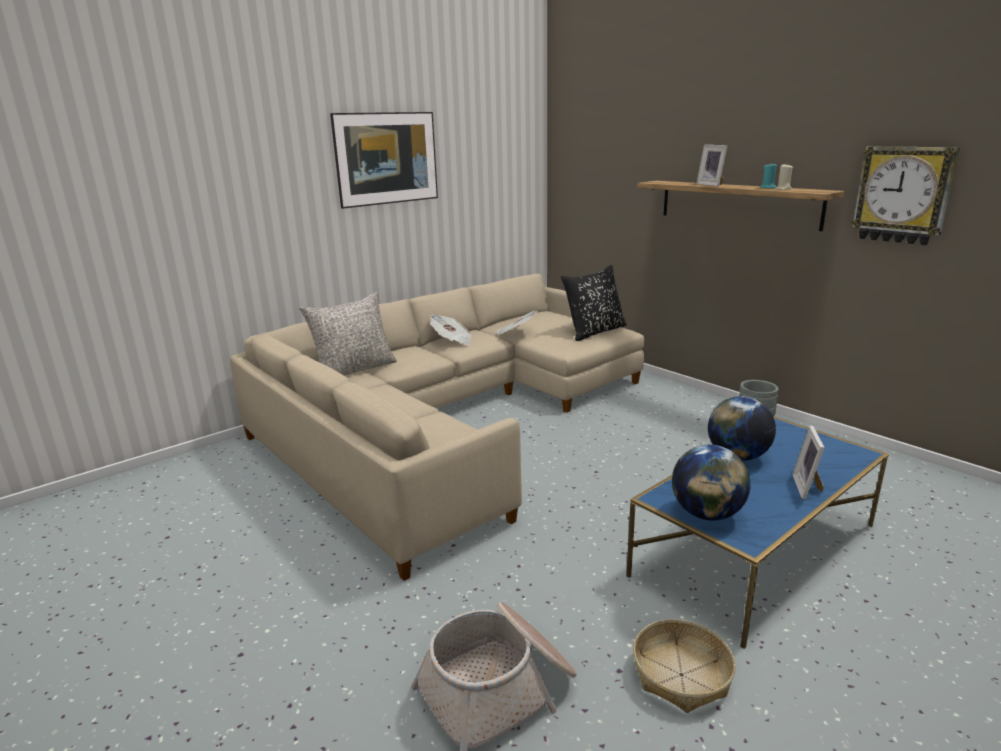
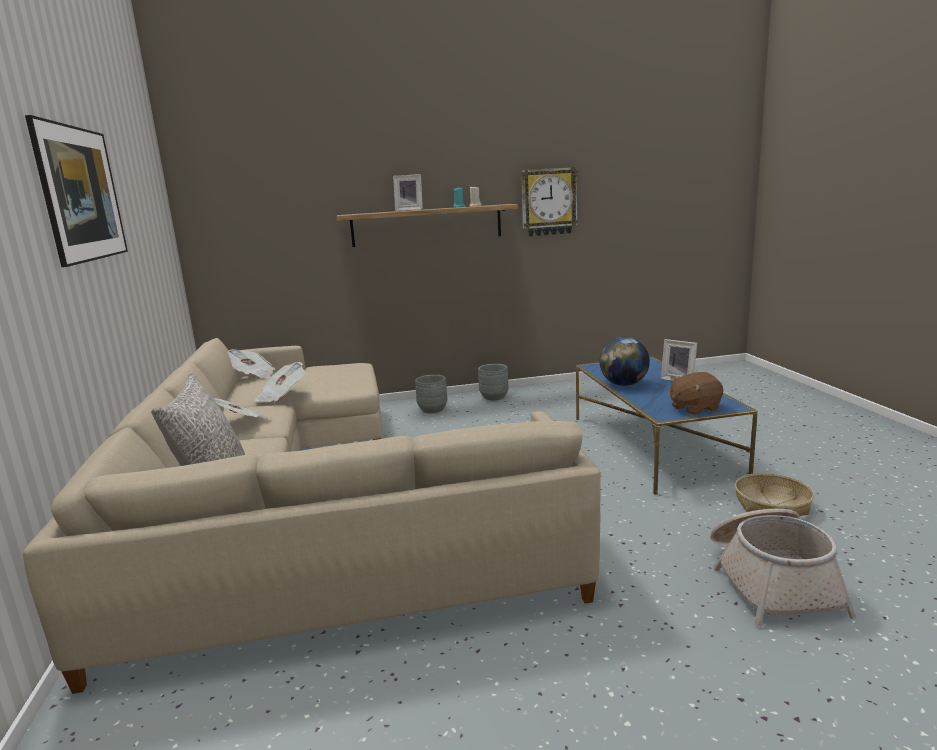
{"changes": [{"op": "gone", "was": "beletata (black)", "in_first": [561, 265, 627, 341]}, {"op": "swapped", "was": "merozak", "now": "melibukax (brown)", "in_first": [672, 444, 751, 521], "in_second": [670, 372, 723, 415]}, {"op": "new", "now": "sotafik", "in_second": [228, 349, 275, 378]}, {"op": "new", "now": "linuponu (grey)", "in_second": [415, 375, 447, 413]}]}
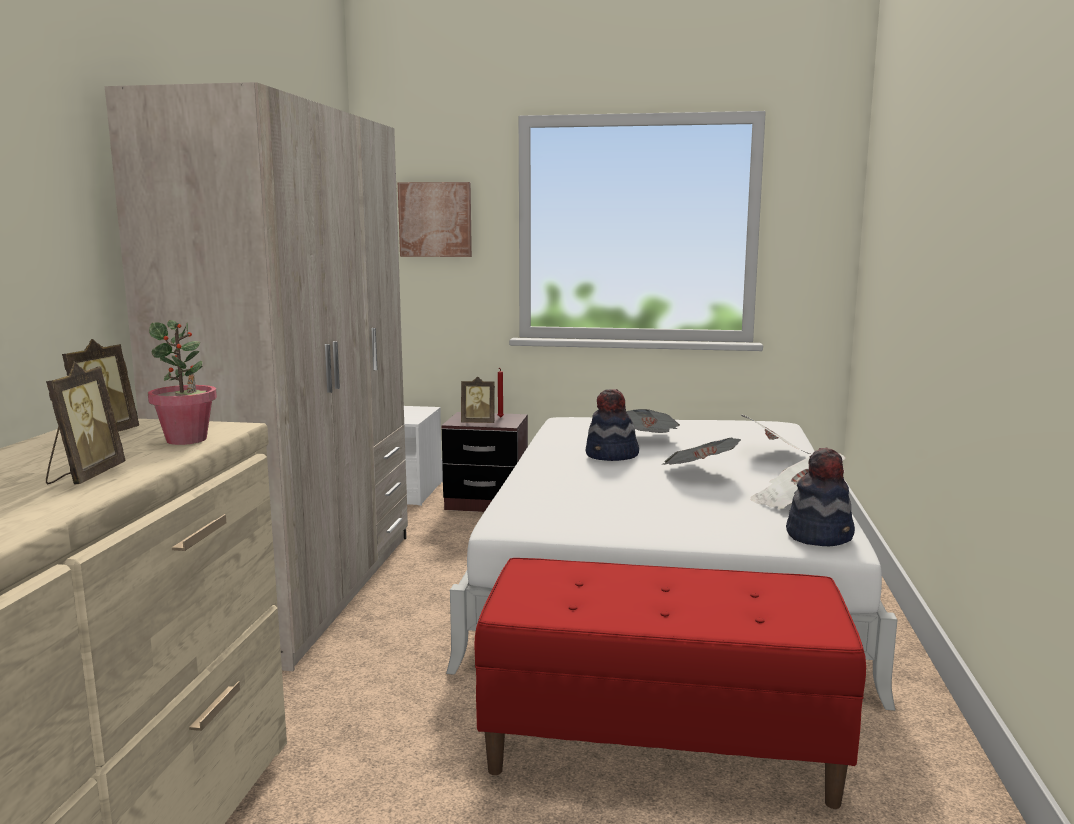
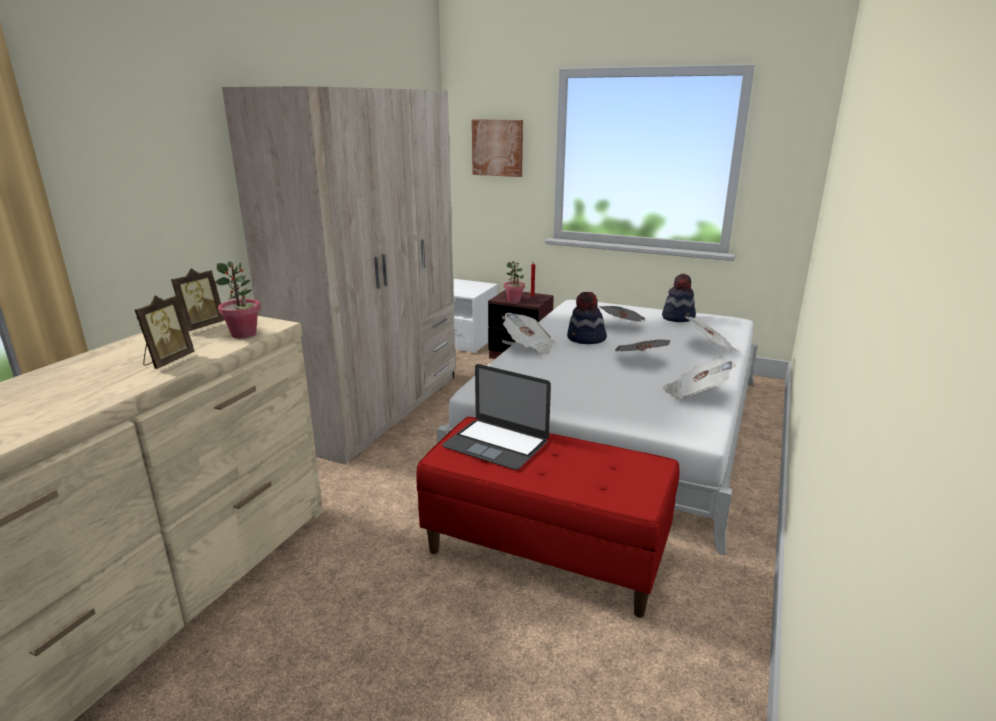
{"changes": [{"op": "swapped", "was": "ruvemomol", "now": "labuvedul", "in_first": [461, 377, 495, 423], "in_second": [504, 261, 525, 303]}, {"op": "shifted", "was": "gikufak", "in_first": [786, 448, 855, 546], "in_second": [662, 274, 696, 322]}, {"op": "new", "now": "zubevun", "in_second": [442, 364, 551, 470]}, {"op": "new", "now": "sotafik", "in_second": [503, 313, 555, 355]}]}
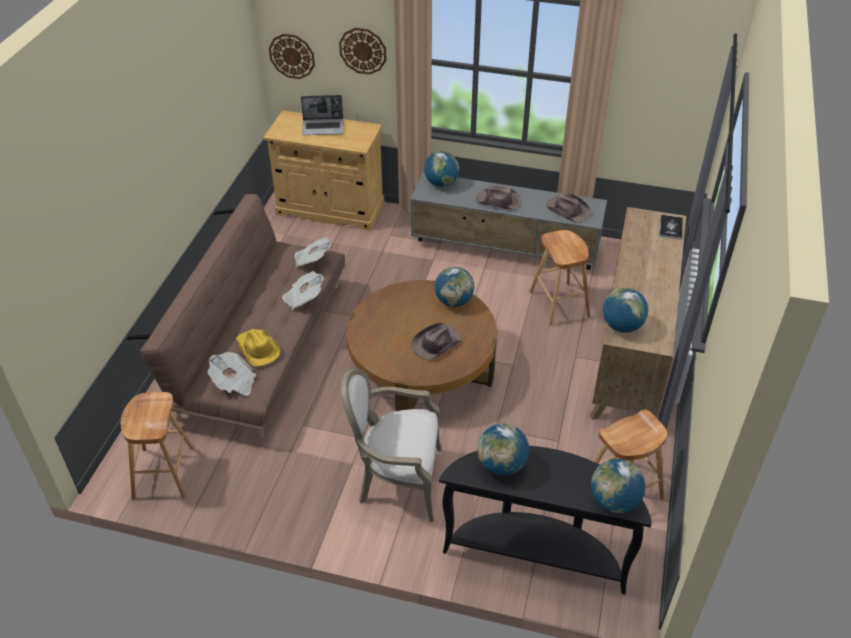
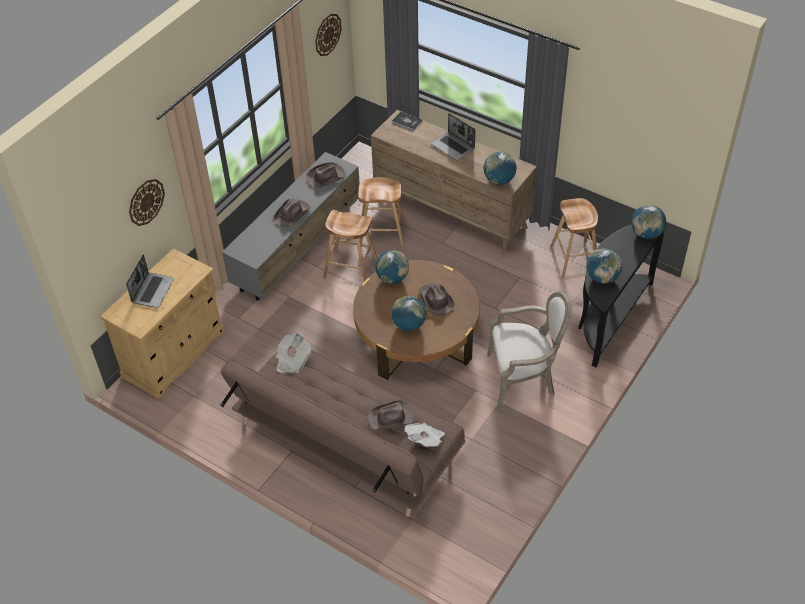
{"changes": [{"op": "shifted", "was": "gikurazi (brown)", "in_first": [121, 392, 194, 500], "in_second": [323, 210, 378, 281]}, {"op": "repainted", "was": "gikufak (yellow)", "now": "gikufak (brown)", "in_first": [235, 329, 280, 366], "in_second": [368, 400, 415, 430]}, {"op": "shifted", "was": "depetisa", "in_first": [269, 34, 315, 79], "in_second": [315, 14, 342, 56]}, {"op": "gone", "was": "sotafik", "in_first": [282, 271, 324, 309]}, {"op": "rotated", "was": "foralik", "in_first": [340, 368, 441, 522], "in_second": [487, 292, 572, 410], "clockwise": -120}, {"op": "shifted", "was": "merozak", "in_first": [424, 151, 459, 187], "in_second": [391, 296, 426, 331]}, {"op": "new", "now": "zubevun", "in_second": [431, 113, 476, 161]}]}
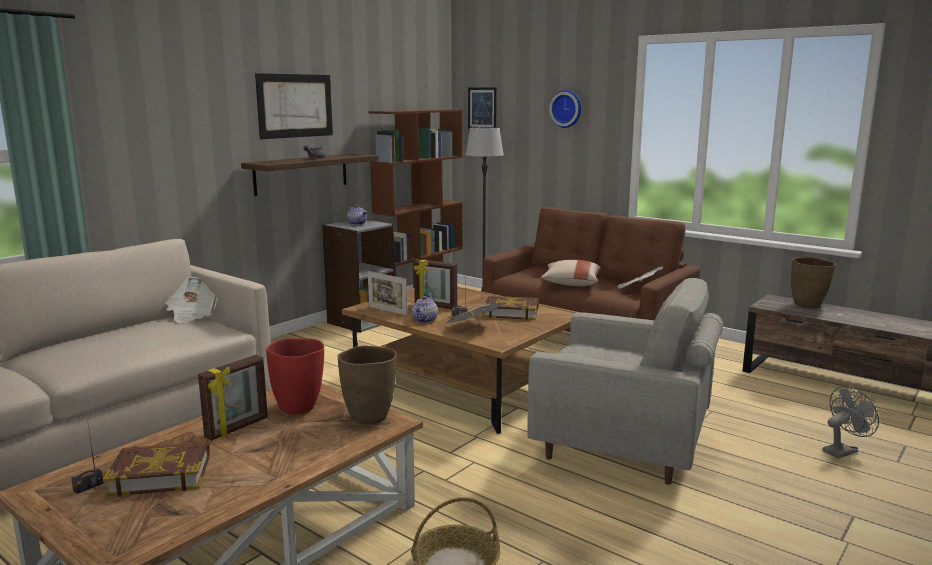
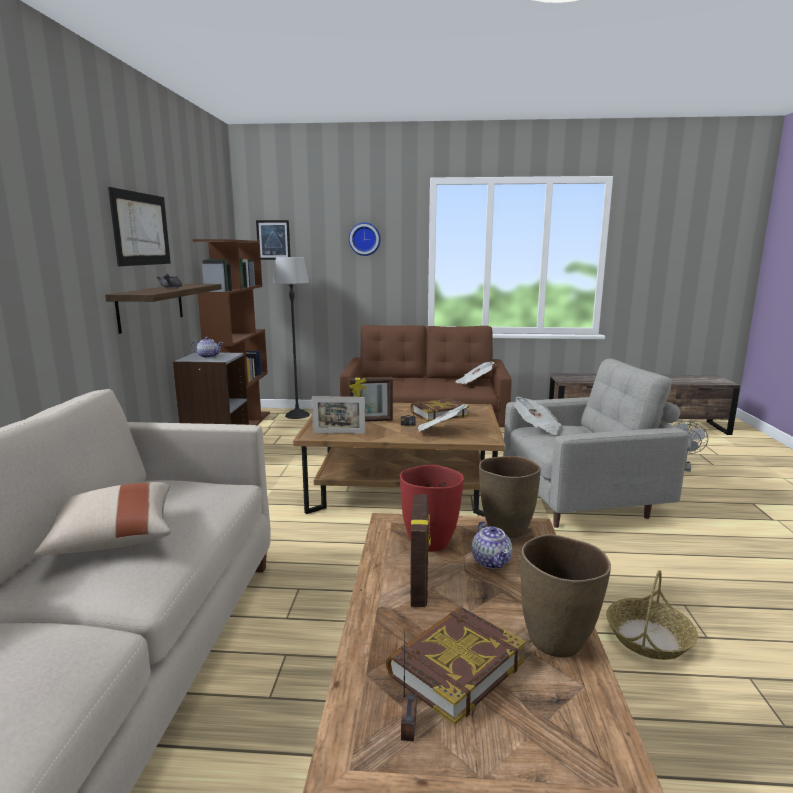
{"changes": [{"op": "shifted", "was": "sotafik", "in_first": [165, 277, 218, 323], "in_second": [514, 397, 561, 435]}, {"op": "shifted", "was": "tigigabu", "in_first": [412, 296, 438, 323], "in_second": [472, 521, 512, 569]}, {"op": "shifted", "was": "beletata (beige)", "in_first": [541, 260, 601, 286], "in_second": [34, 482, 171, 555]}, {"op": "shifted", "was": "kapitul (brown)", "in_first": [791, 257, 835, 308], "in_second": [521, 534, 611, 658]}]}
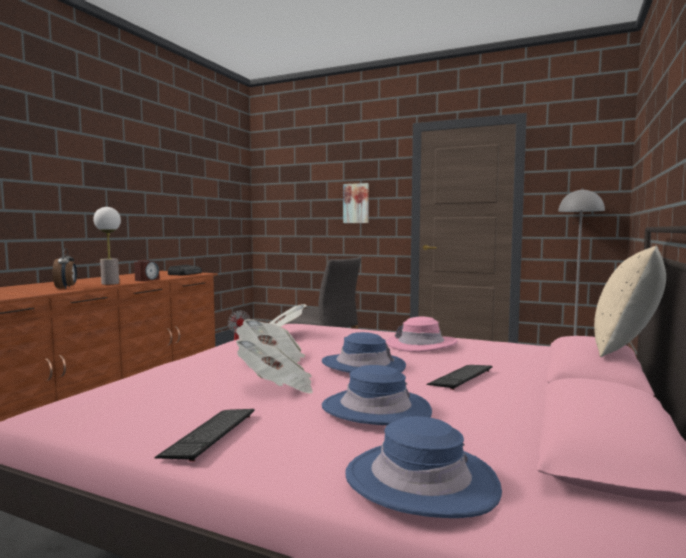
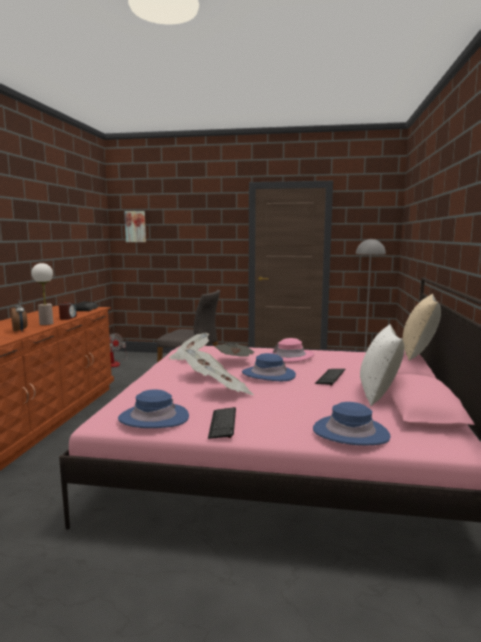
{"changes": [{"op": "shifted", "was": "gikufak (blue)", "in_first": [322, 365, 432, 425], "in_second": [118, 390, 189, 428]}, {"op": "shifted", "was": "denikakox", "in_first": [343, 183, 369, 223], "in_second": [124, 211, 146, 242]}, {"op": "new", "now": "sotafik", "in_second": [214, 343, 255, 357]}, {"op": "new", "now": "beletata (white)", "in_second": [360, 324, 404, 406]}]}
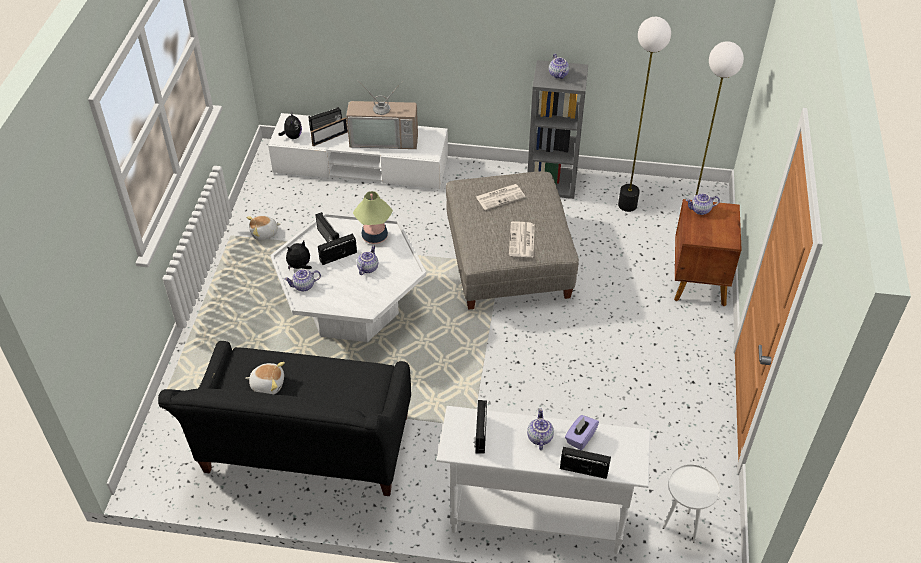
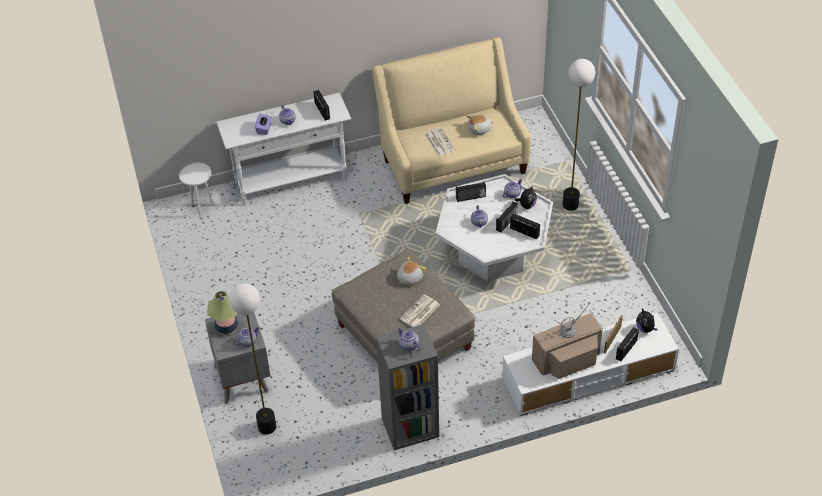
{"changes": [{"op": "repainted", "was": "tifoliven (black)", "now": "tifoliven (beige)", "in_first": [158, 341, 411, 496], "in_second": [372, 37, 531, 204]}, {"op": "shifted", "was": "melibukax", "in_first": [246, 215, 281, 240], "in_second": [397, 257, 426, 285]}, {"op": "shifted", "was": "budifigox", "in_first": [353, 191, 393, 244], "in_second": [207, 291, 238, 335]}, {"op": "shifted", "was": "sotafik", "in_first": [509, 221, 535, 257], "in_second": [425, 128, 455, 156]}, {"op": "shifted", "was": "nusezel", "in_first": [560, 447, 611, 479], "in_second": [456, 182, 486, 202]}, {"op": "shifted", "was": "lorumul", "in_first": [618, 17, 671, 212], "in_second": [563, 59, 595, 211]}, {"op": "repainted", "was": "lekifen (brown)", "now": "lekifen (grey)", "in_first": [674, 199, 742, 306], "in_second": [205, 312, 271, 404]}]}
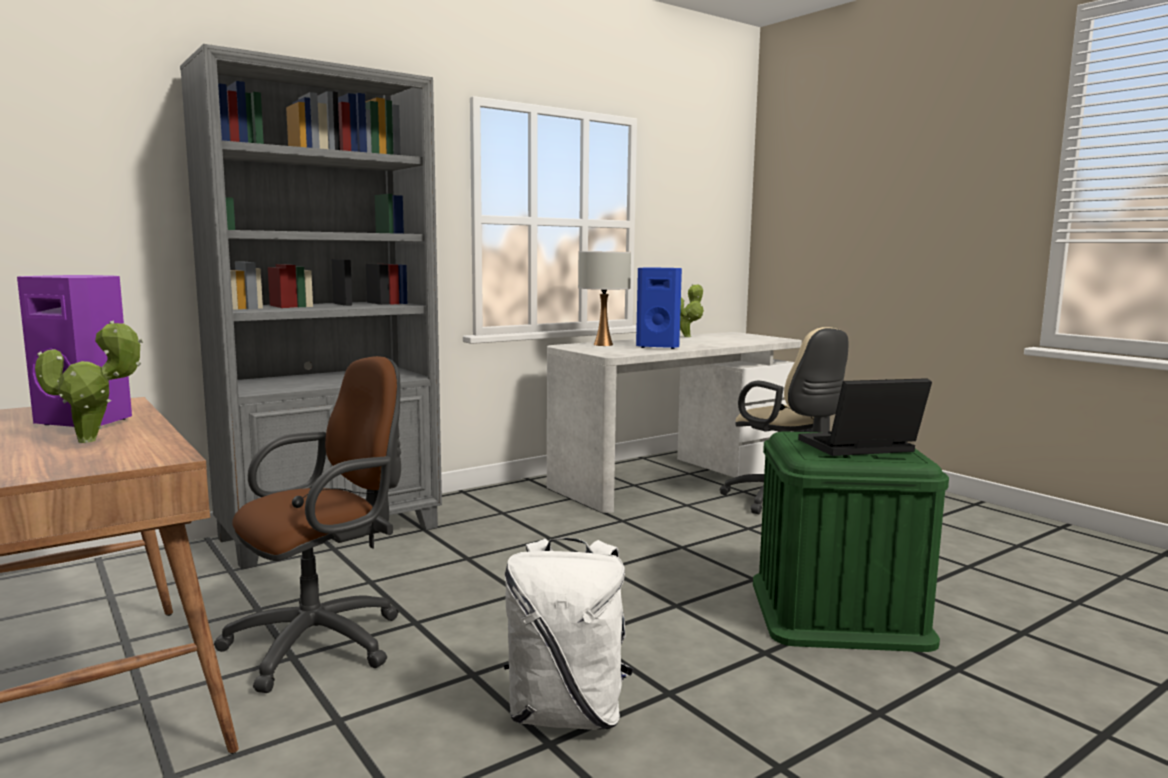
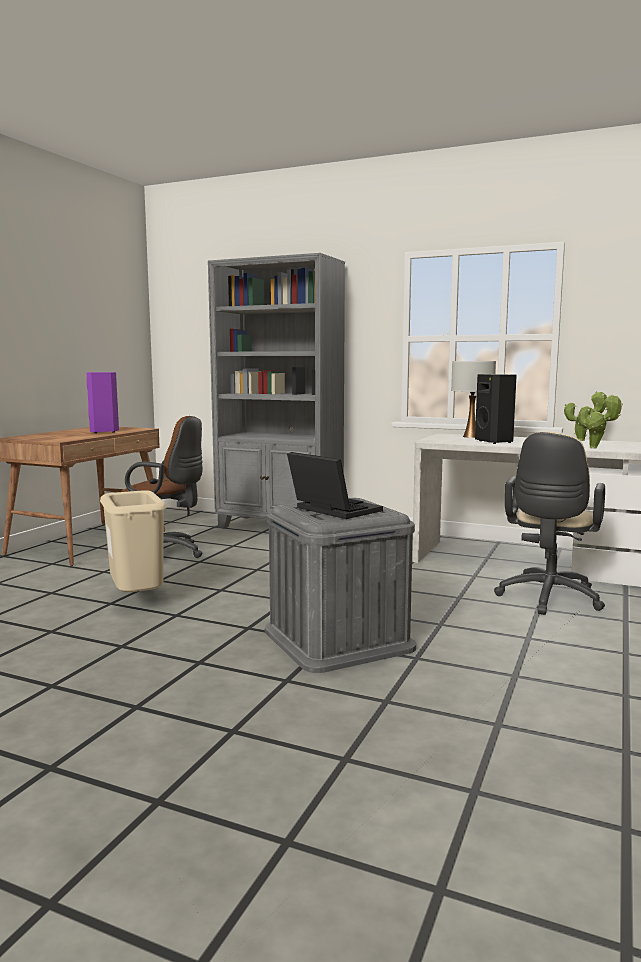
{"changes": [{"op": "shifted", "was": "labuvedul", "in_first": [35, 320, 143, 443], "in_second": [579, 394, 623, 449]}, {"op": "swapped", "was": "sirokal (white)", "now": "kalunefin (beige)", "in_first": [504, 538, 634, 730], "in_second": [100, 490, 167, 592]}, {"op": "repainted", "was": "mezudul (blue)", "now": "mezudul (black)", "in_first": [636, 268, 682, 349], "in_second": [475, 374, 517, 444]}, {"op": "repainted", "was": "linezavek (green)", "now": "linezavek (grey)", "in_first": [753, 432, 949, 652], "in_second": [265, 498, 416, 673]}]}
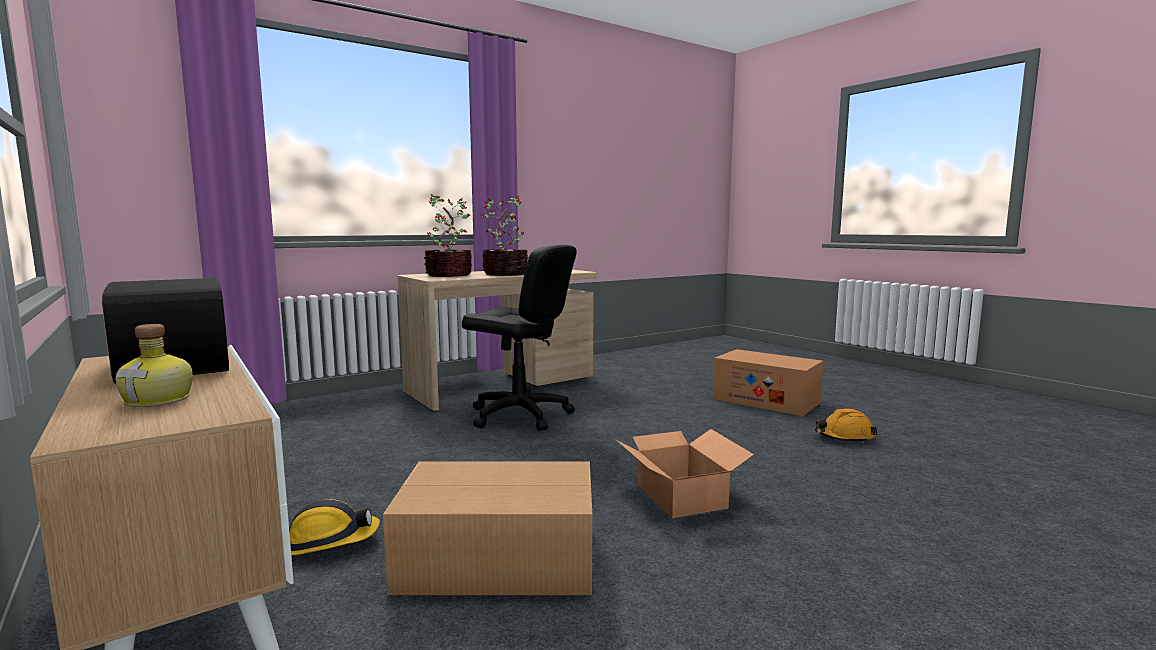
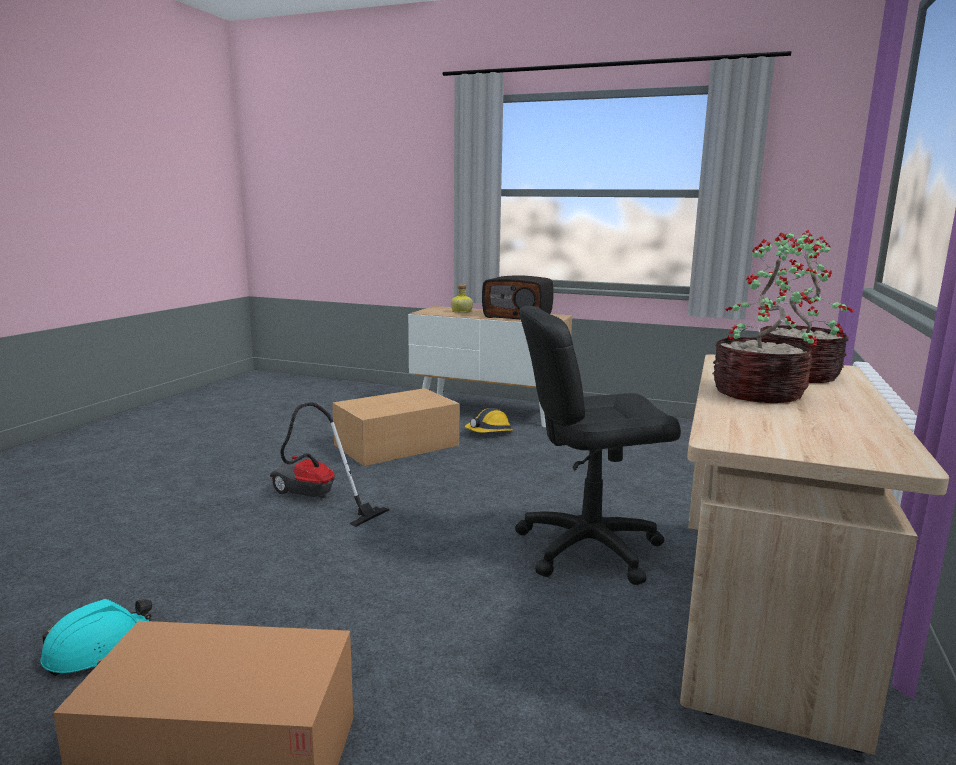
{"changes": [{"op": "swapped", "was": "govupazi", "now": "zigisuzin", "in_first": [616, 429, 754, 518], "in_second": [270, 402, 389, 527]}, {"op": "repainted", "was": "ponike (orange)", "now": "ponike (turquoise)", "in_first": [815, 409, 877, 443], "in_second": [40, 599, 152, 676]}]}
